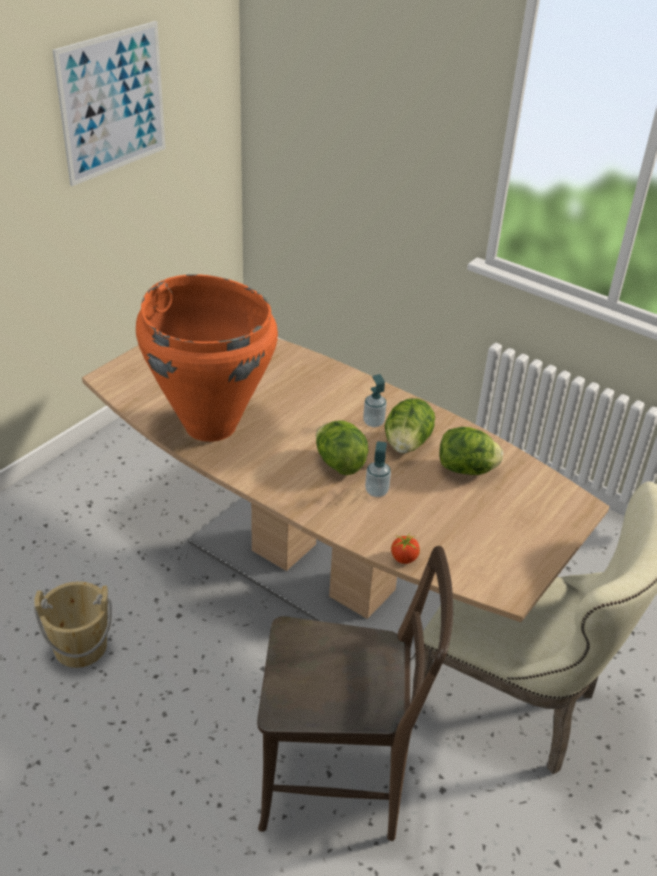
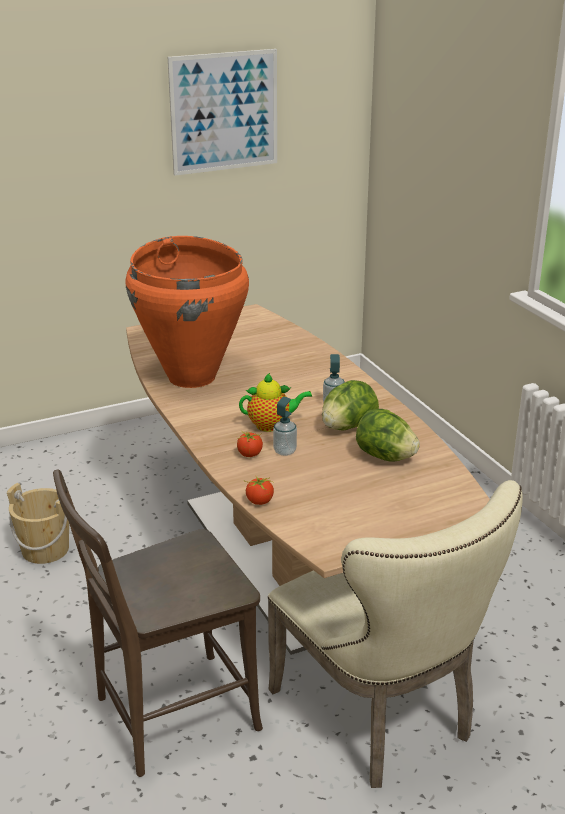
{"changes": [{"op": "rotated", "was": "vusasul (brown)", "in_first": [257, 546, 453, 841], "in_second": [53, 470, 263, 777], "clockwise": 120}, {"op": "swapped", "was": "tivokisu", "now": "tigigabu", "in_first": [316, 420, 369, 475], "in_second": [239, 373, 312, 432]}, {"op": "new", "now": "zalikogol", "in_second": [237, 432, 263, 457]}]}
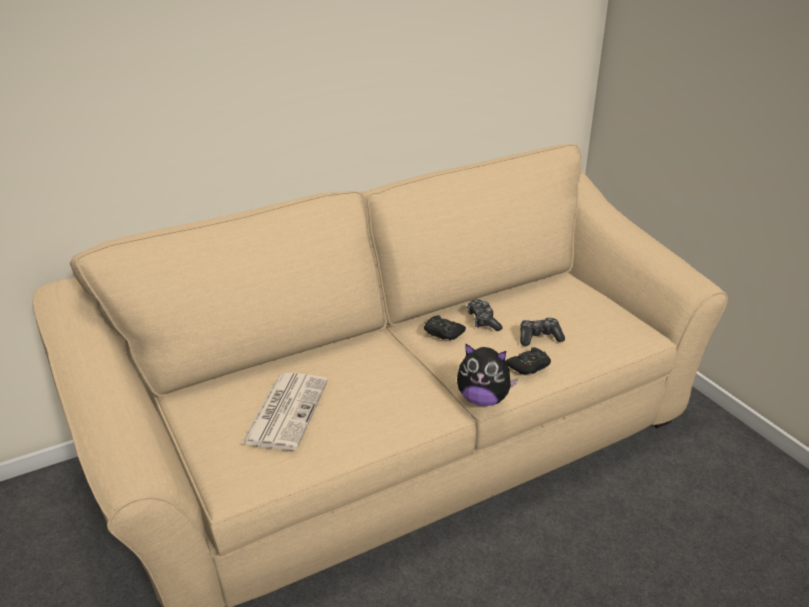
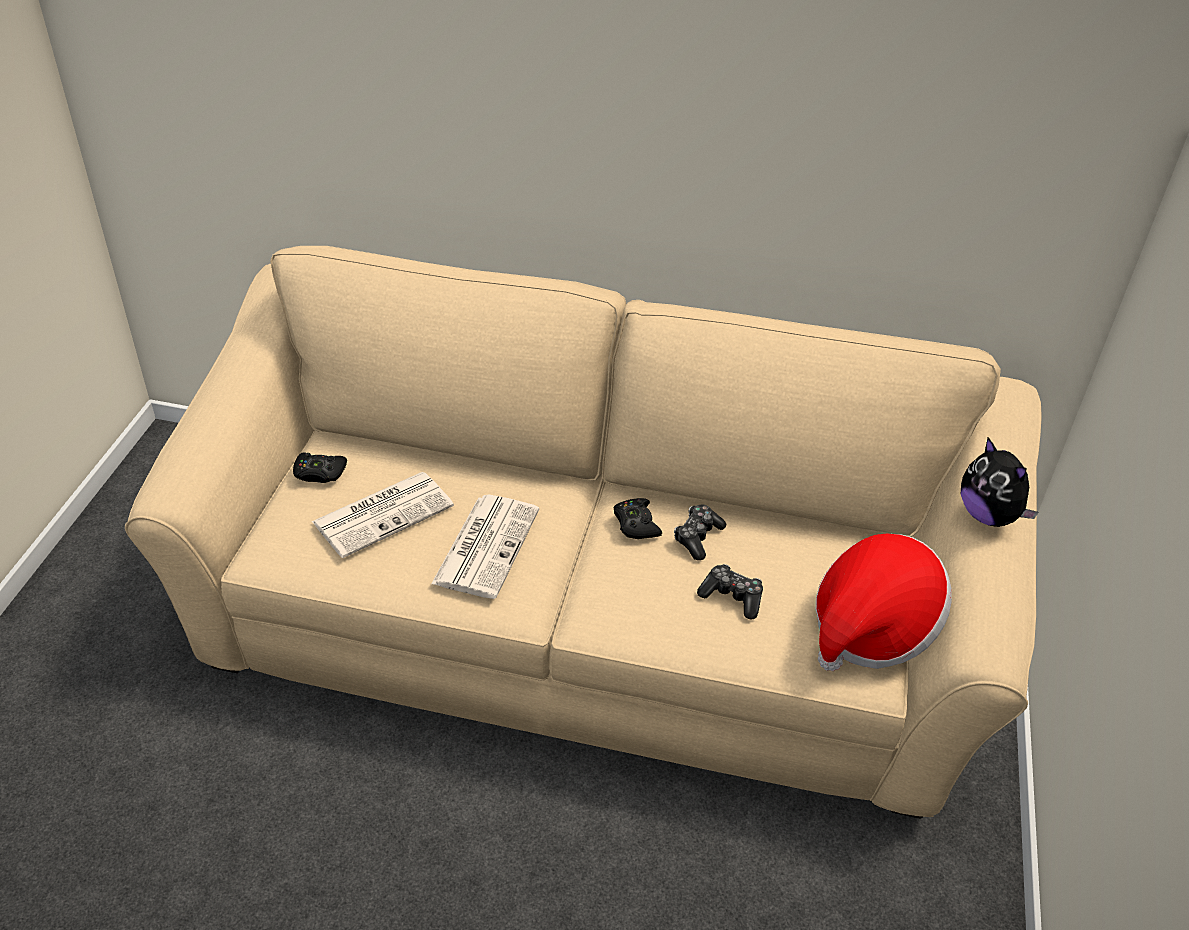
{"changes": [{"op": "shifted", "was": "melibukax", "in_first": [457, 343, 518, 406], "in_second": [961, 437, 1038, 527]}, {"op": "shifted", "was": "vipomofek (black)", "in_first": [506, 347, 551, 375], "in_second": [293, 453, 347, 483]}, {"op": "new", "now": "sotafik", "in_second": [431, 495, 539, 599]}, {"op": "new", "now": "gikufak", "in_second": [816, 533, 952, 671]}]}
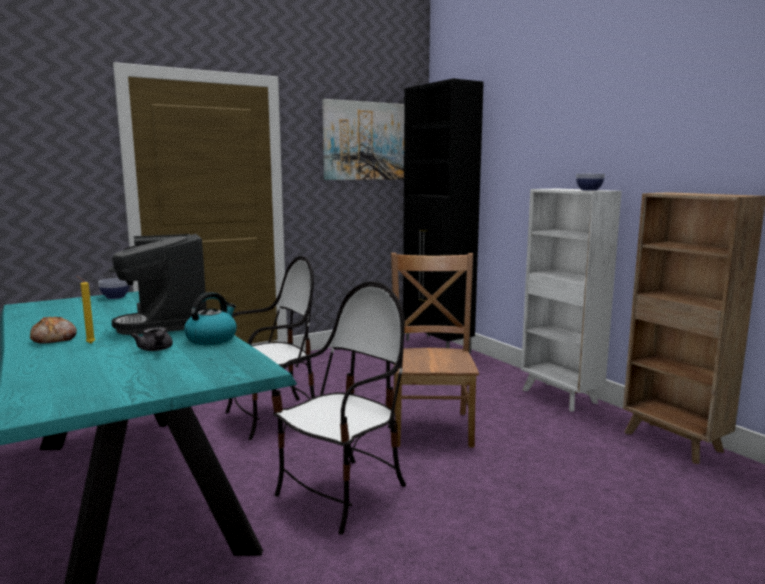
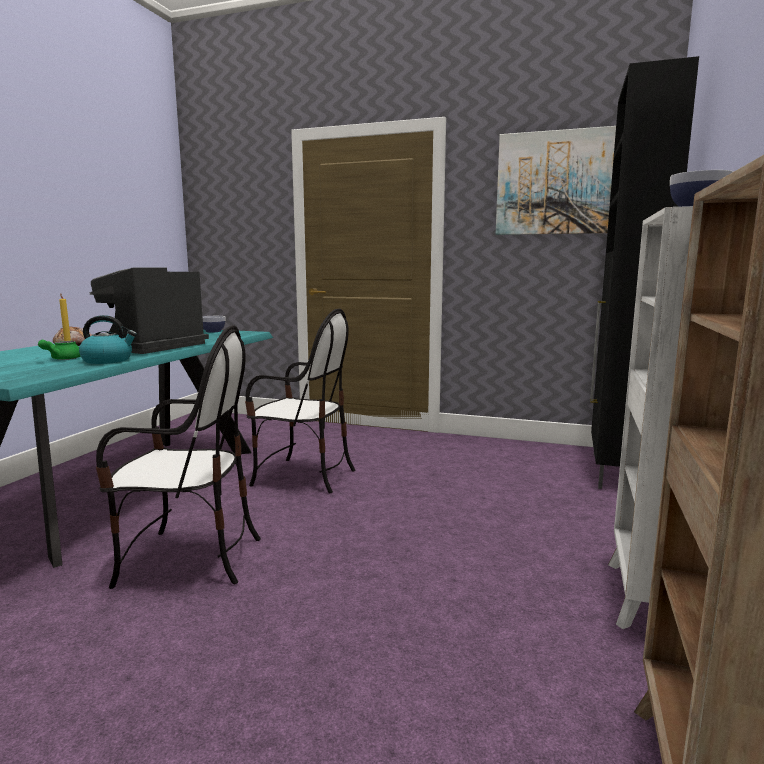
{"changes": [{"op": "repainted", "was": "tigigabu (grey)", "now": "tigigabu (green)", "in_first": [131, 327, 173, 351], "in_second": [38, 340, 81, 360]}, {"op": "gone", "was": "vusasul (brown)", "in_first": [391, 253, 479, 448]}]}
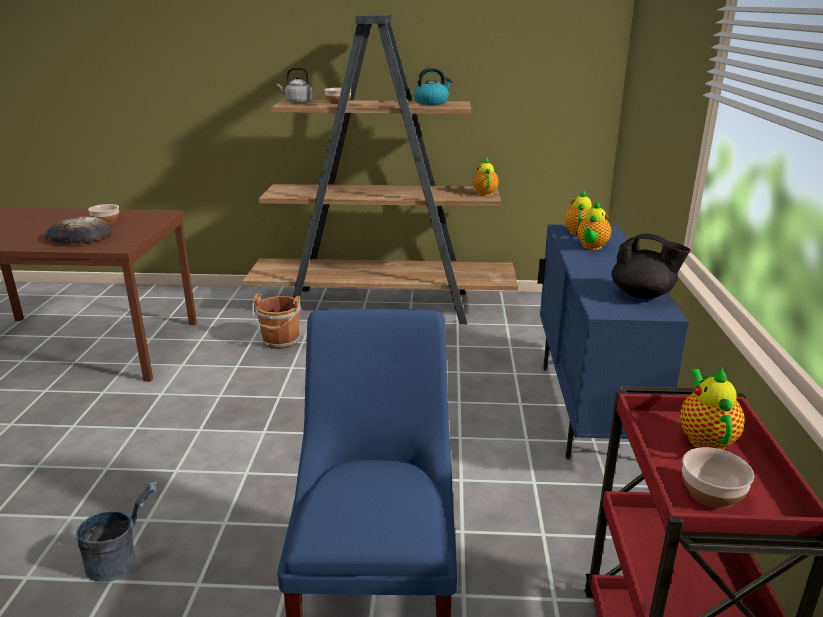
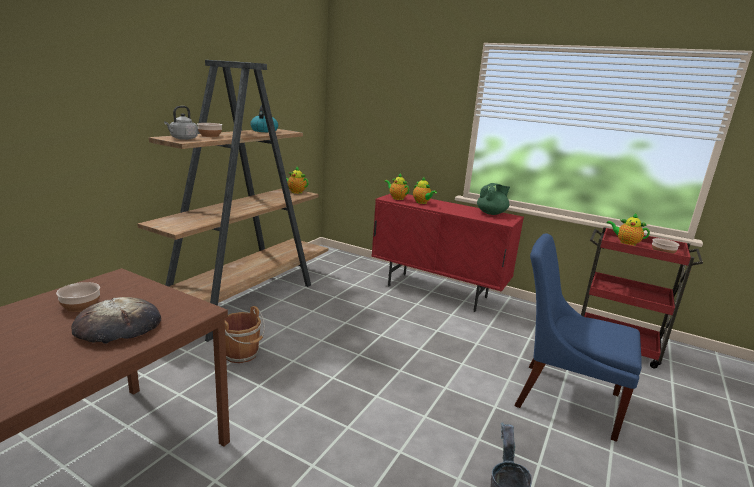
{"changes": [{"op": "repainted", "was": "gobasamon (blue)", "now": "gobasamon (red)", "in_first": [537, 225, 689, 460], "in_second": [371, 194, 524, 312]}, {"op": "repainted", "was": "tigigabu (black)", "now": "tigigabu (green)", "in_first": [612, 234, 690, 299], "in_second": [477, 183, 510, 215]}]}
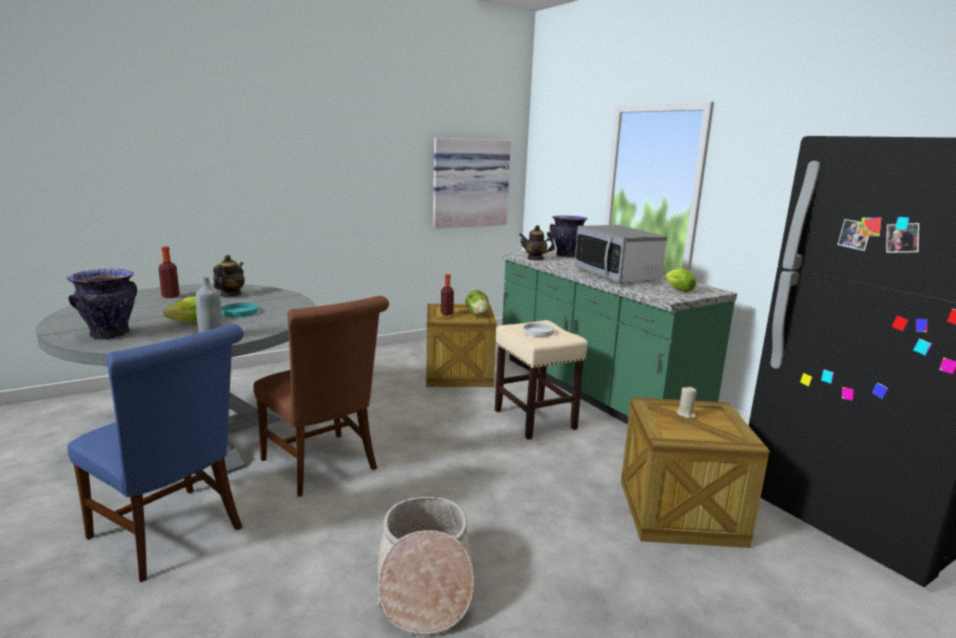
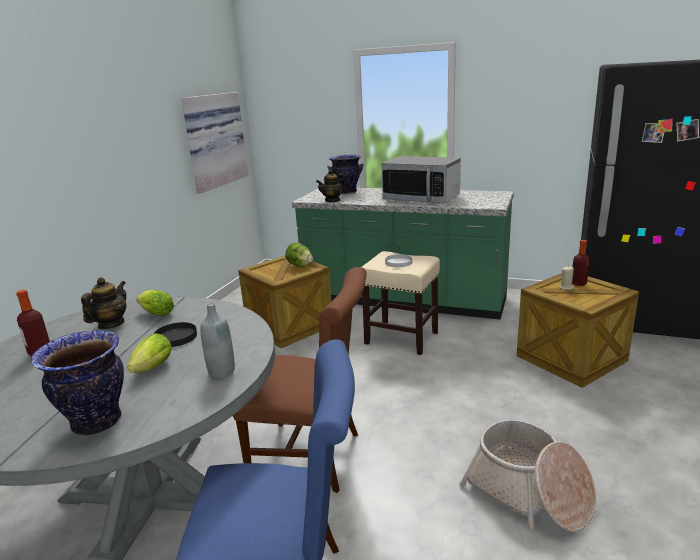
{"changes": [{"op": "rotated", "was": "tigigabu", "in_first": [213, 255, 245, 297], "in_second": [81, 277, 127, 329], "clockwise": 45}, {"op": "repainted", "was": "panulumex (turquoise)", "now": "panulumex (black)", "in_first": [221, 303, 258, 317], "in_second": [154, 322, 197, 347]}, {"op": "shifted", "was": "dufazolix", "in_first": [441, 274, 454, 315], "in_second": [572, 240, 590, 286]}, {"op": "shifted", "was": "tivokisu", "in_first": [665, 269, 696, 292], "in_second": [136, 290, 174, 316]}]}
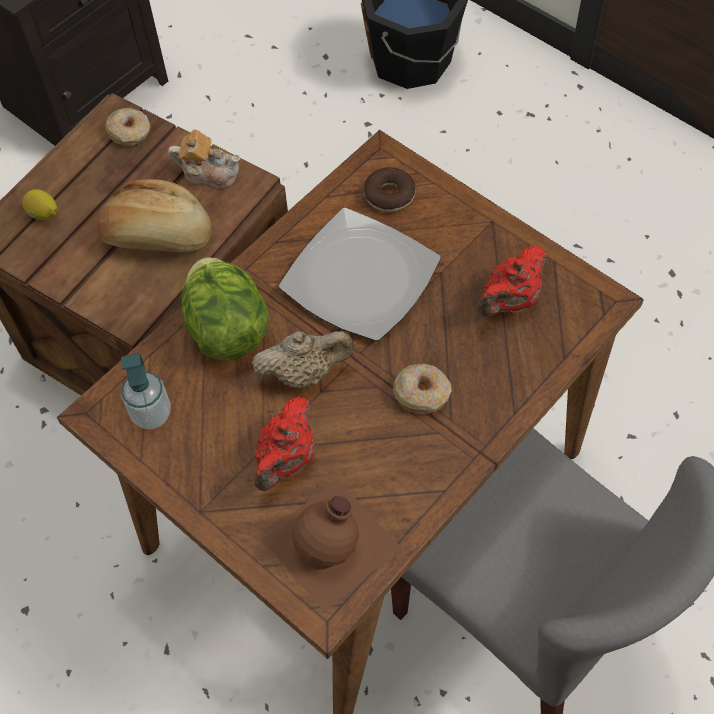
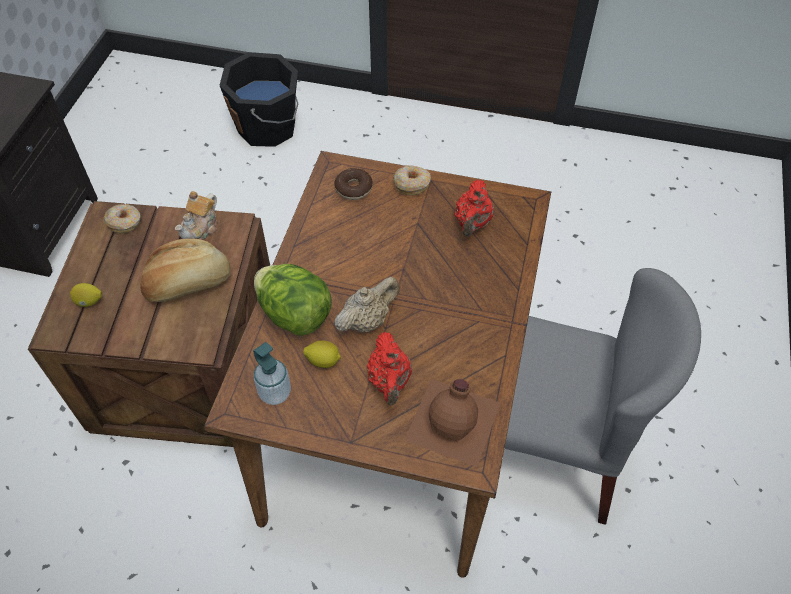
{"changes": [{"op": "rotated", "was": "tigigabu", "in_first": [168, 129, 240, 188], "in_second": [175, 191, 217, 240], "clockwise": 135}, {"op": "gone", "was": "panulumex", "in_first": [279, 208, 441, 341]}, {"op": "shifted", "was": "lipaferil", "in_first": [393, 364, 452, 414], "in_second": [393, 165, 431, 195]}, {"op": "new", "now": "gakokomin", "in_second": [303, 341, 341, 368]}]}
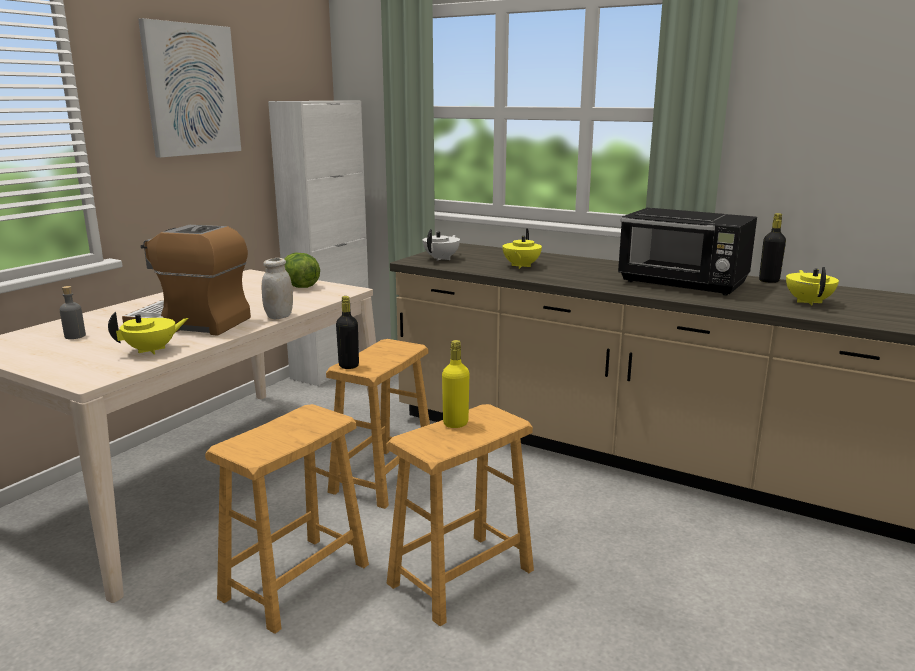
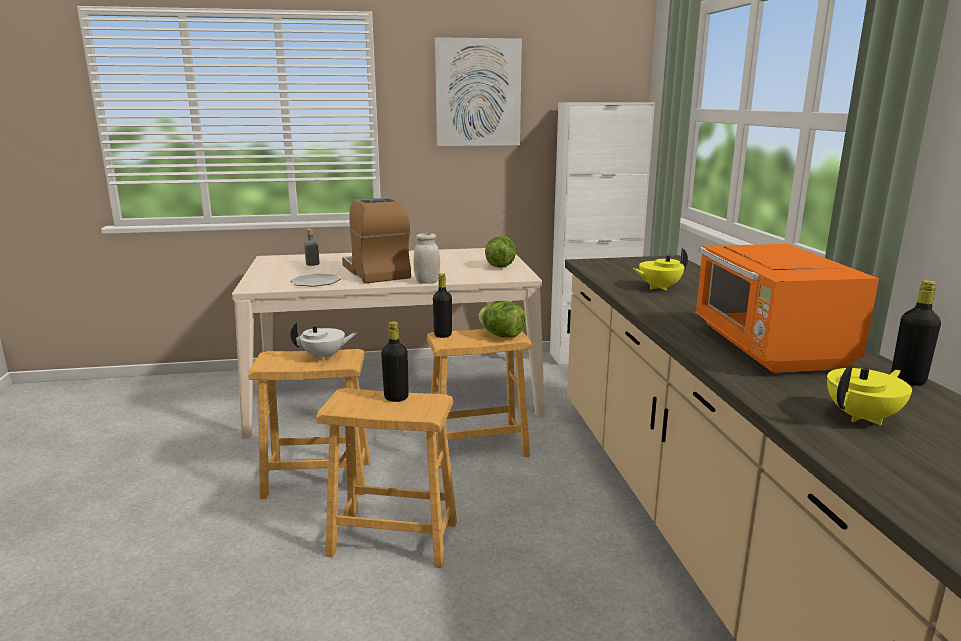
{"changes": [{"op": "swapped", "was": "tigigabu (yellow)", "now": "panulumex", "in_first": [108, 312, 189, 355], "in_second": [290, 273, 341, 287]}, {"op": "shifted", "was": "tigigabu (white)", "in_first": [423, 229, 460, 261], "in_second": [290, 322, 357, 361]}, {"op": "repainted", "was": "dufazolix (yellow)", "now": "dufazolix (black)", "in_first": [442, 340, 469, 428], "in_second": [381, 321, 409, 402]}, {"op": "repainted", "was": "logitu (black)", "now": "logitu (orange)", "in_first": [618, 208, 757, 296], "in_second": [695, 244, 879, 374]}, {"op": "new", "now": "tivokisu", "in_second": [478, 301, 526, 338]}]}
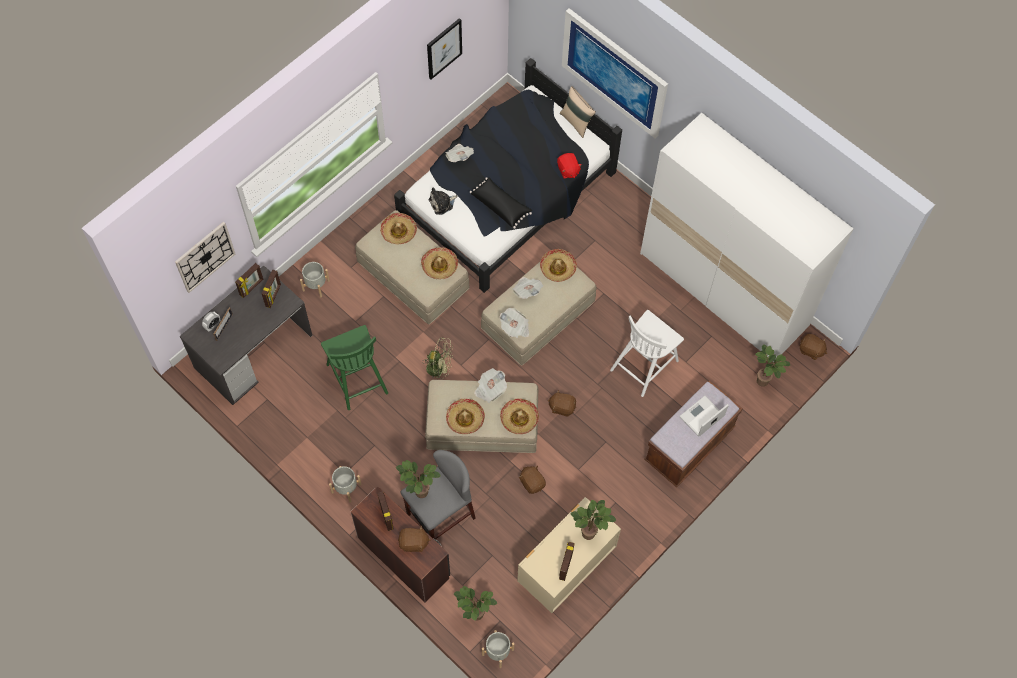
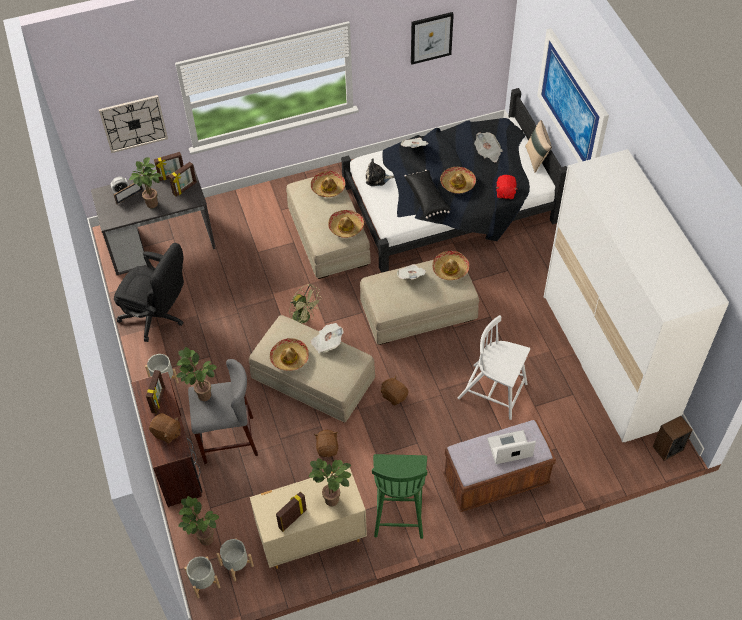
{"changes": [{"op": "shifted", "was": "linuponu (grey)", "in_first": [300, 262, 330, 297], "in_second": [216, 538, 254, 581]}, {"op": "shifted", "was": "vusasul (green)", "in_first": [321, 325, 388, 410], "in_second": [372, 454, 427, 539]}, {"op": "shifted", "was": "sotafik", "in_first": [500, 308, 529, 338], "in_second": [474, 132, 503, 162]}, {"op": "shifted", "was": "gikufak", "in_first": [500, 398, 539, 434], "in_second": [440, 167, 476, 194]}, {"op": "rotated", "was": "vusasul (white)", "in_first": [610, 310, 684, 397], "in_second": [458, 315, 530, 420], "clockwise": 45}, {"op": "shifted", "was": "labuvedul", "in_first": [755, 344, 790, 387], "in_second": [129, 157, 162, 208]}, {"op": "swapped", "was": "melibukax (brown)", "now": "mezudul", "in_first": [800, 334, 827, 360], "in_second": [653, 416, 693, 461]}, {"op": "new", "now": "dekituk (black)", "in_second": [114, 243, 184, 342]}]}
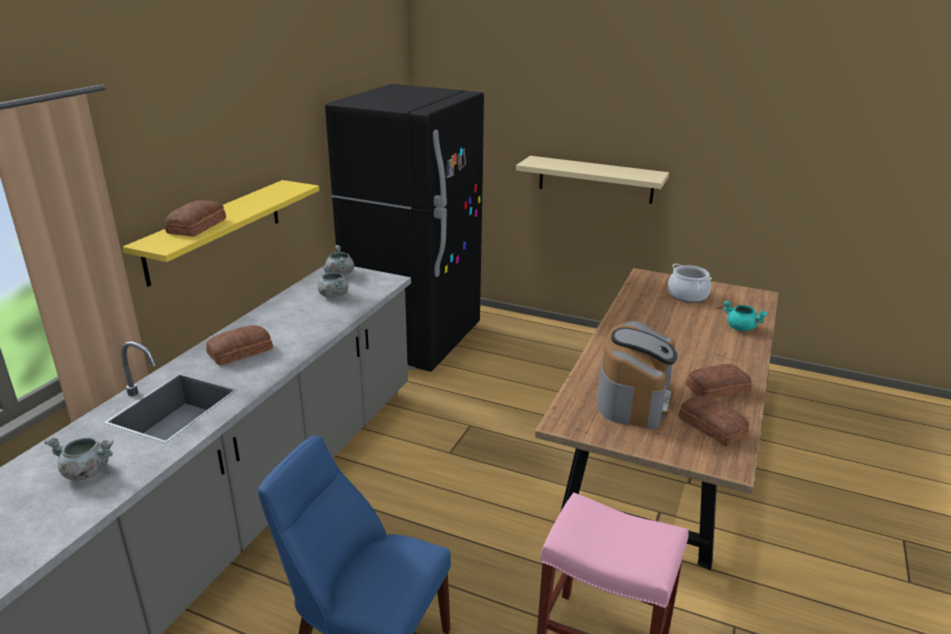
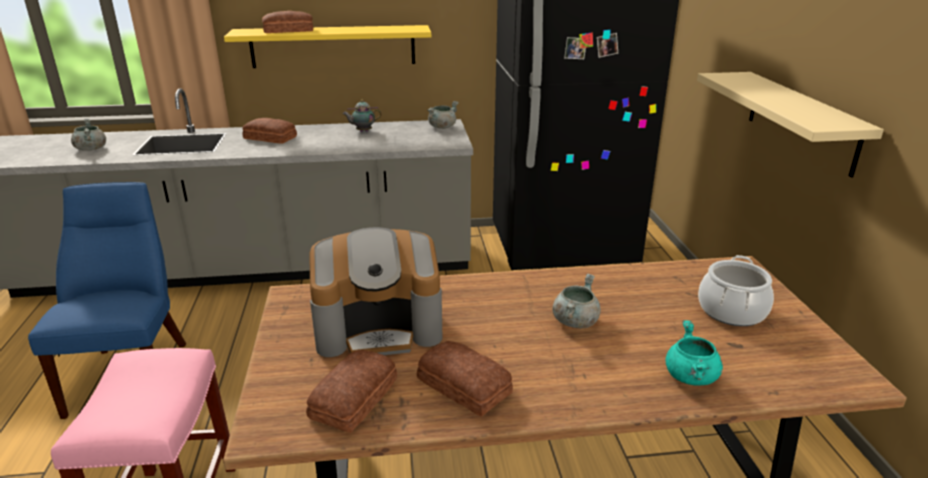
{"changes": [{"op": "shifted", "was": "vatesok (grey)", "in_first": [318, 265, 349, 298], "in_second": [552, 273, 601, 328]}, {"op": "new", "now": "tigigabu", "in_second": [342, 100, 382, 132]}]}
